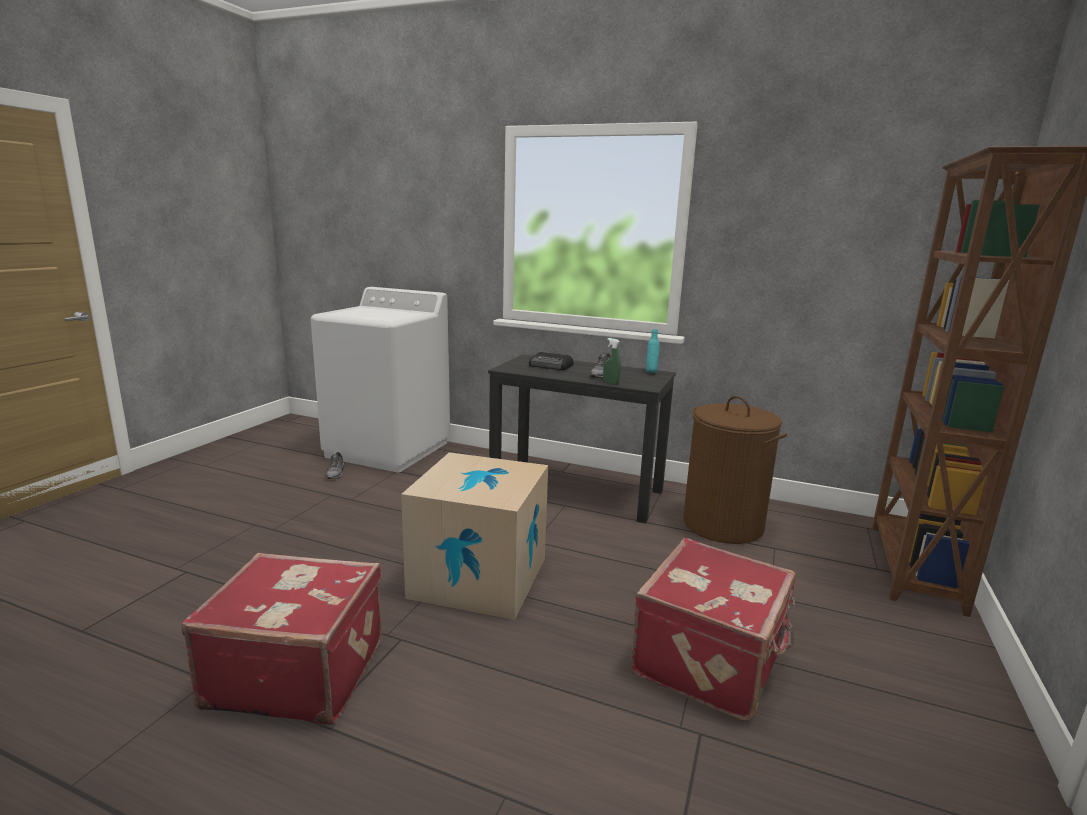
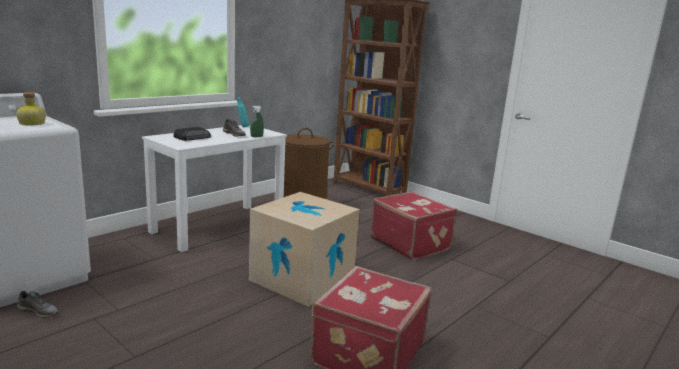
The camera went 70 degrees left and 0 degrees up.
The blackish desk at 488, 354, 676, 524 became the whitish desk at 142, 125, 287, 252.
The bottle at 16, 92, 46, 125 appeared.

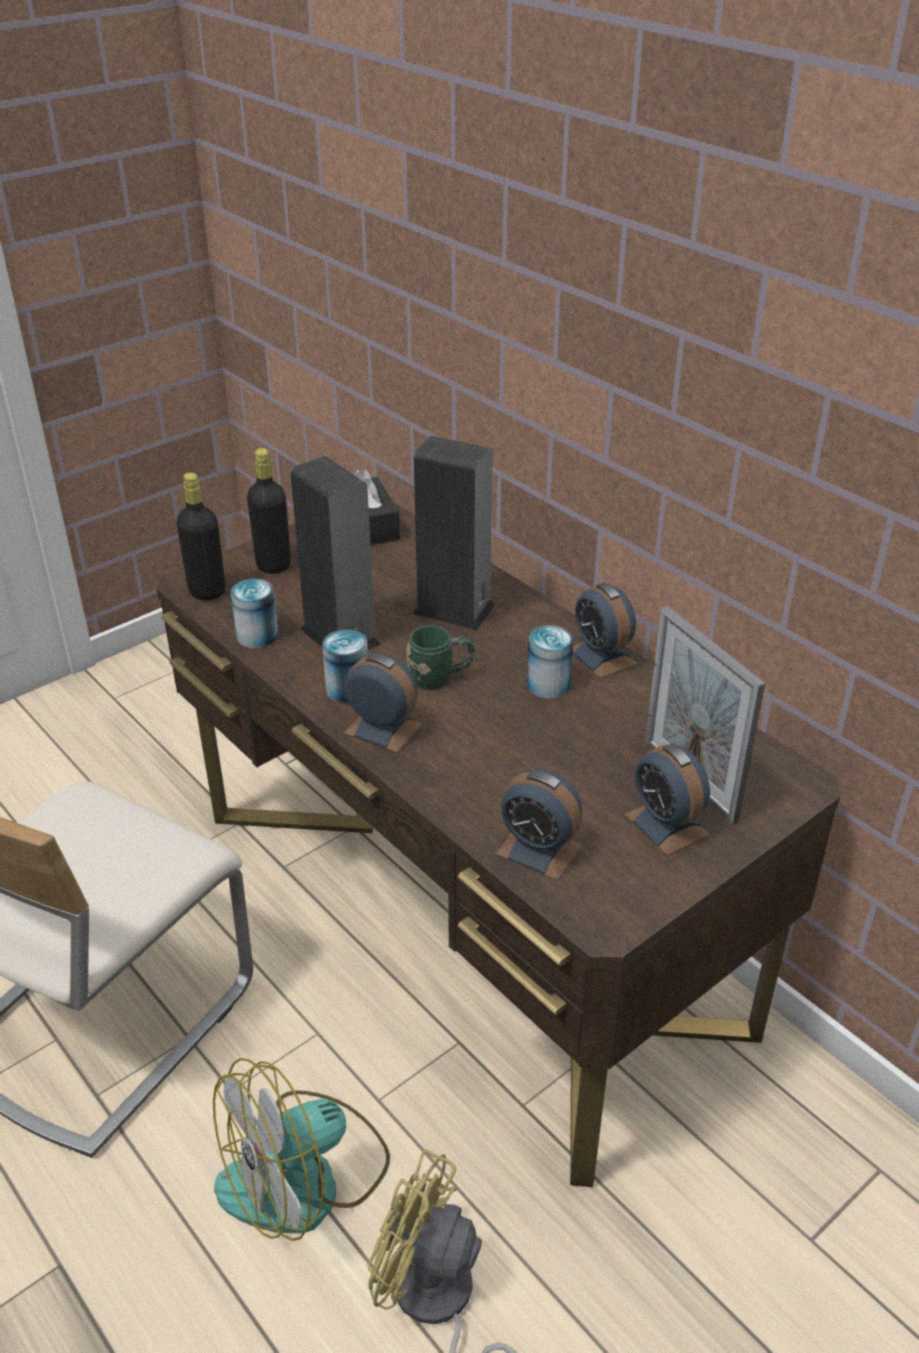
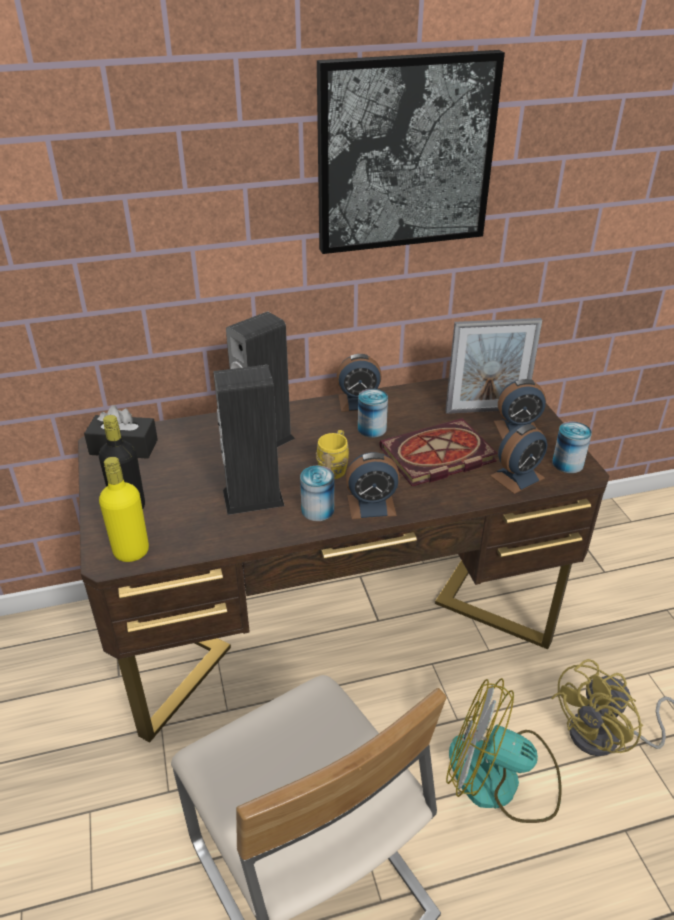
The camera went 65 degrees left and 0 degrees up.
The blackish bottle at 176, 473, 225, 601 became the yellow-coloured bottle at 99, 457, 149, 562.
The fan at 213, 1058, 390, 1241 turned 120 degrees clockwise.
The can moved from 231, 579, 278, 648 to 552, 422, 592, 473.
The table clock at 344, 653, 422, 753 turned 150 degrees counterclockwise.
The greenish mug at 406, 626, 474, 690 became the yellow-coloured mug at 316, 430, 349, 479.
The wall picture at 317, 50, 505, 254 appeared.
The volume at 380, 418, 498, 486 appeared.

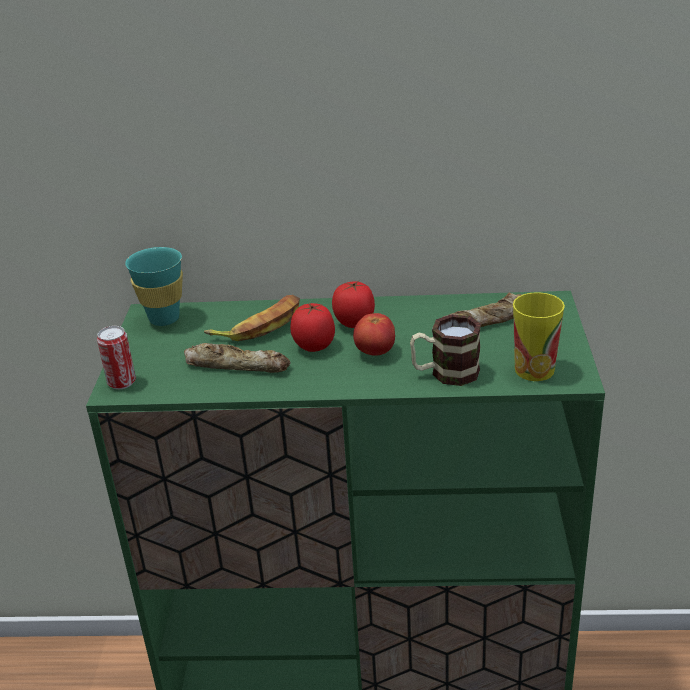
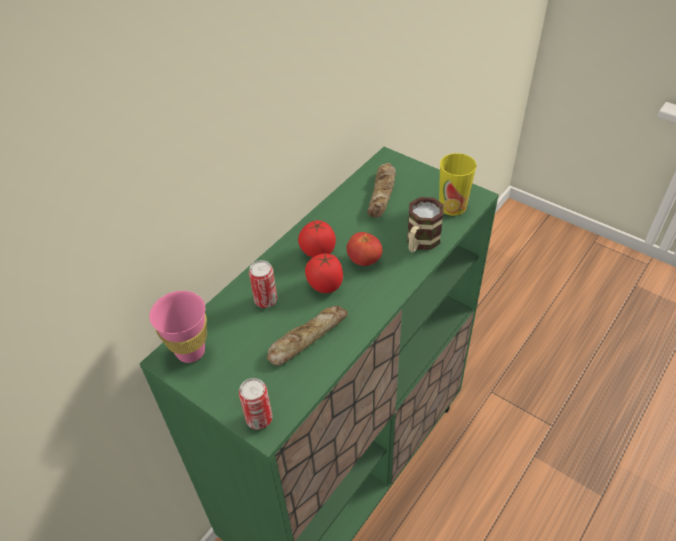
The camera went 55 degrees left and 15 degrees up.
The turquoise small cup at 125, 247, 183, 326 became the pink-coloured small cup at 149, 291, 207, 363.
The banana at 204, 295, 300, 341 was replaced by the can at 249, 260, 277, 308.

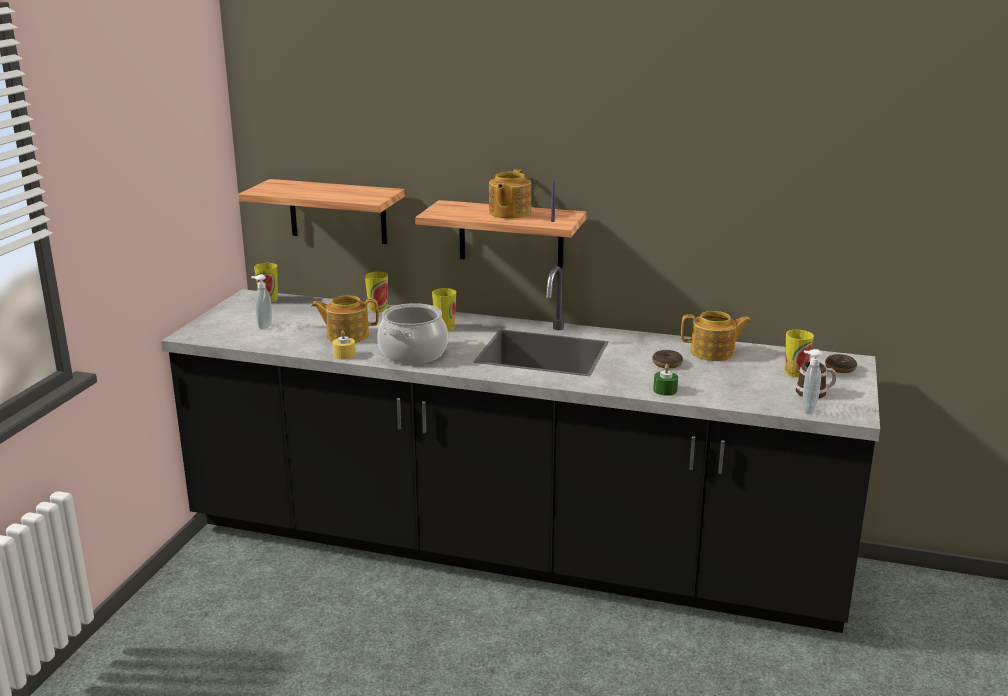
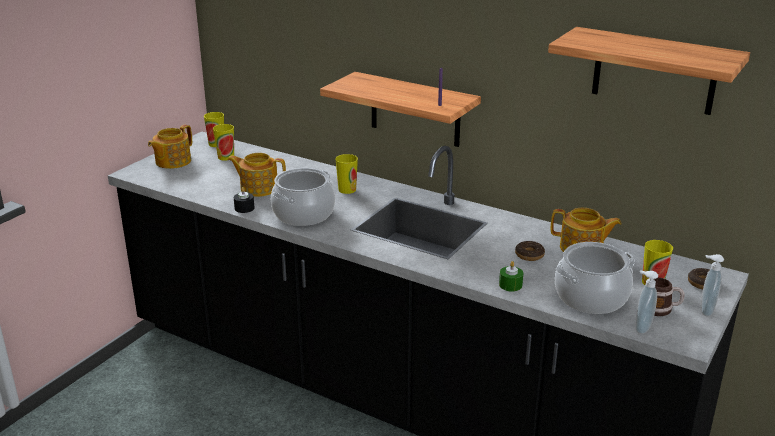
The camera went 15 degrees right and 5 degrees up.
The bracket shelf moved from 238, 179, 405, 244 to 548, 27, 750, 115.
The soap bottle moved from 251, 274, 272, 330 to 701, 254, 724, 316.
The yellow-coloured wax candle at 333, 331, 356, 359 became the blackish wax candle at 234, 187, 255, 213.
The small cup moved from 365, 272, 388, 312 to 213, 124, 234, 160.
The tea pot moved from 489, 169, 531, 219 to 148, 125, 192, 169.
The cooking pot at 555, 242, 635, 314 appeared.

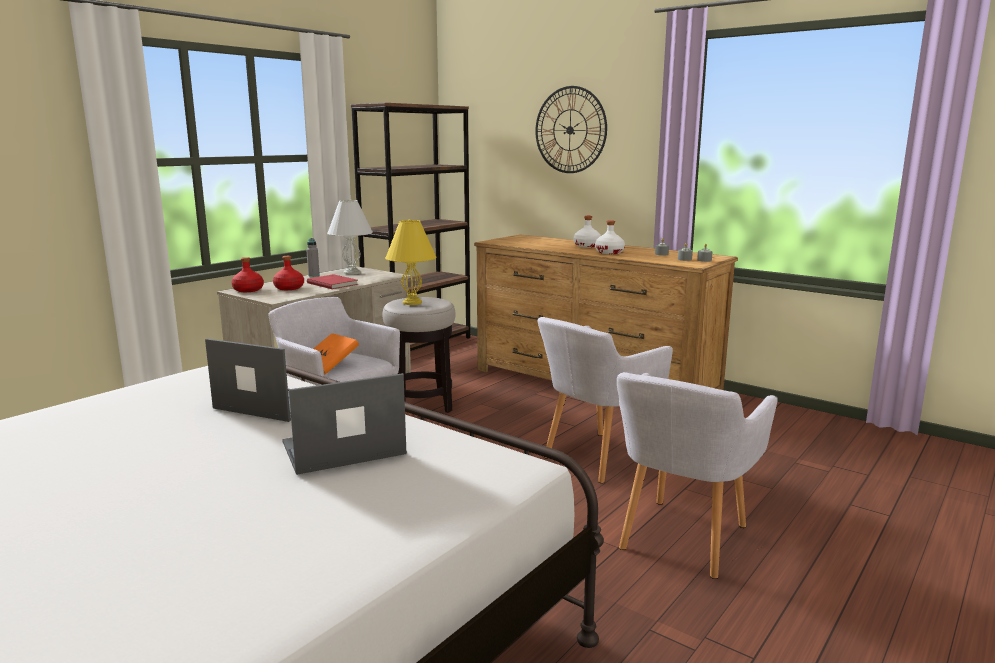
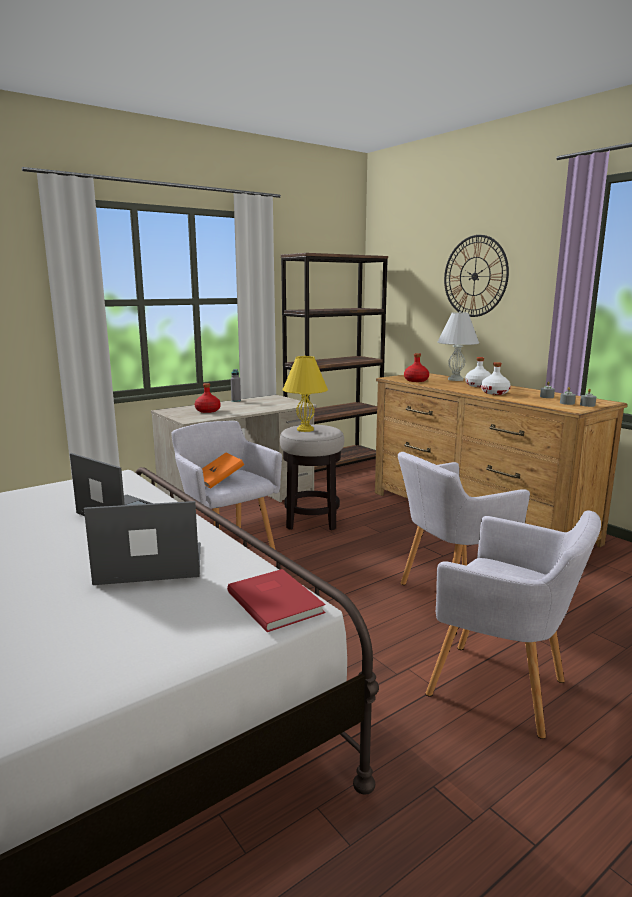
The camera went 15 degrees right and 0 degrees up.
The red bottle moved from 231, 257, 264, 292 to 404, 353, 429, 382.
The red volume moved from 307, 274, 358, 289 to 227, 569, 325, 632.
The whitish tabletop lamp moved from 327, 199, 373, 275 to 437, 311, 479, 381.
The greyish armchair at 617, 372, 778, 579 turned 105 degrees counterclockwise.

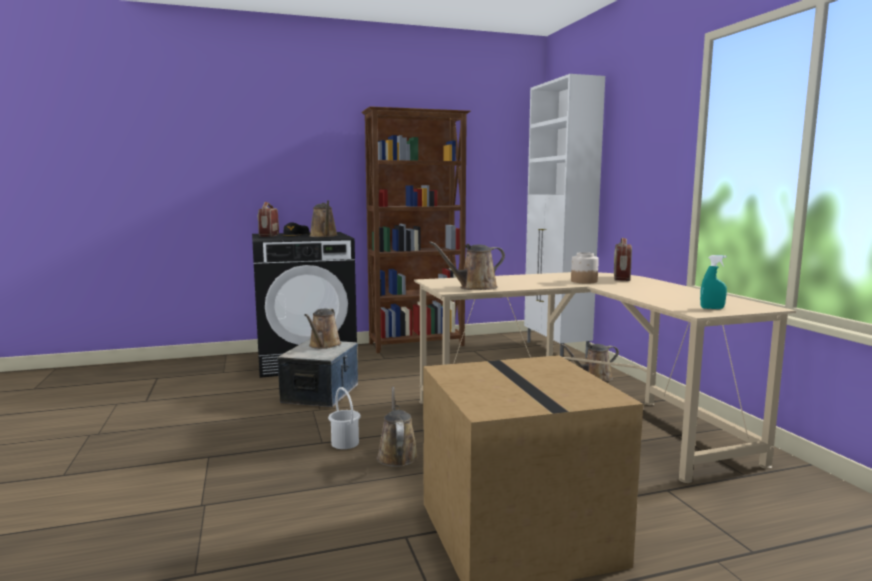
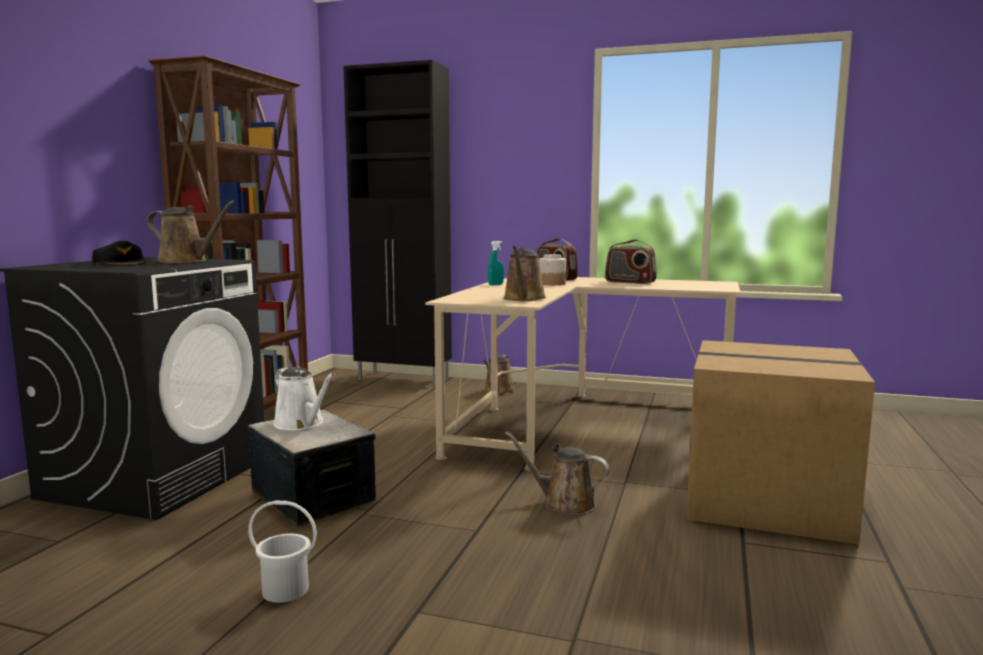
The camera went 55 degrees left and 0 degrees up.
The radio receiver moved from 258, 202, 279, 237 to 605, 239, 657, 284.
The brownish watering pot at 304, 308, 341, 349 became the whitish watering pot at 273, 367, 335, 430.
The whitish pail moved from 328, 387, 361, 449 to 248, 501, 317, 603.
The whitish storage cabinet at 524, 74, 605, 358 became the blackish storage cabinet at 343, 60, 452, 387.
The turquoise sprayer moved from 700, 255, 727, 309 to 488, 241, 504, 285.

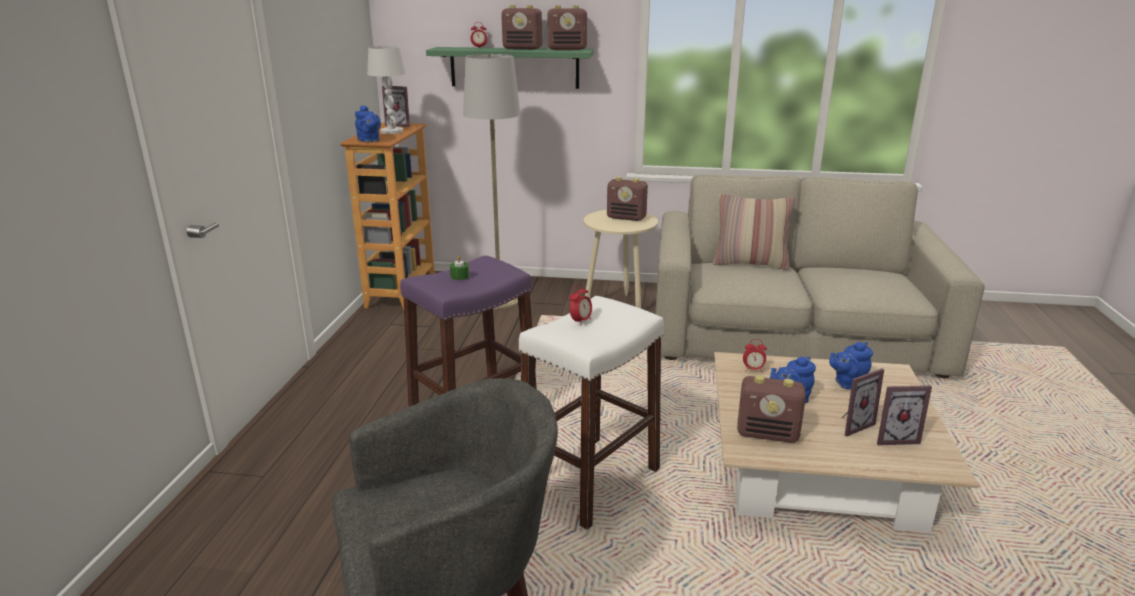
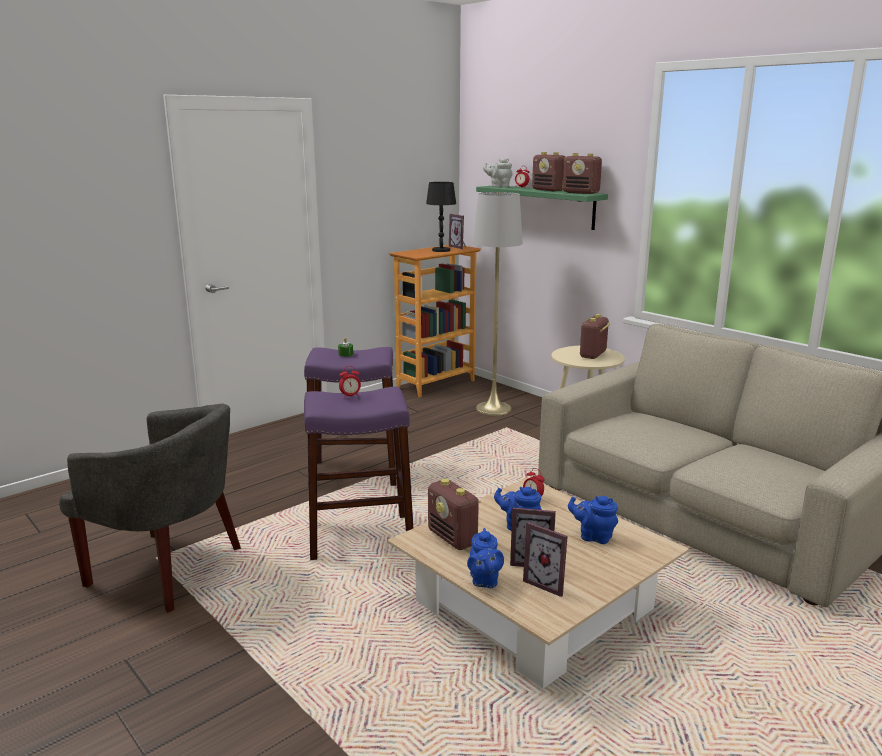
The camera went 40 degrees right and 5 degrees down.
The blue-coloured tea pot moved from 355, 105, 381, 142 to 467, 528, 504, 588.
The whitish tabletop lamp at 367, 46, 405, 134 became the blackish tabletop lamp at 426, 182, 456, 252.
The whitish stool at 519, 296, 664, 530 became the purple-coloured stool at 304, 387, 413, 560.
The radio receiver at 607, 177, 648, 221 turned 60 degrees clockwise.
The pillow at 713, 194, 795, 270 disappeared.
The greyish tea pot at 483, 158, 513, 187 appeared.

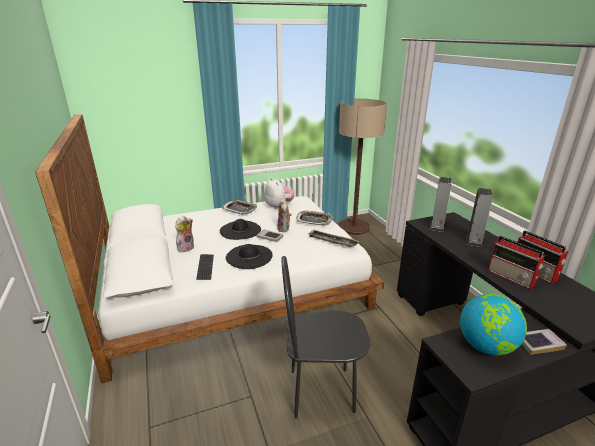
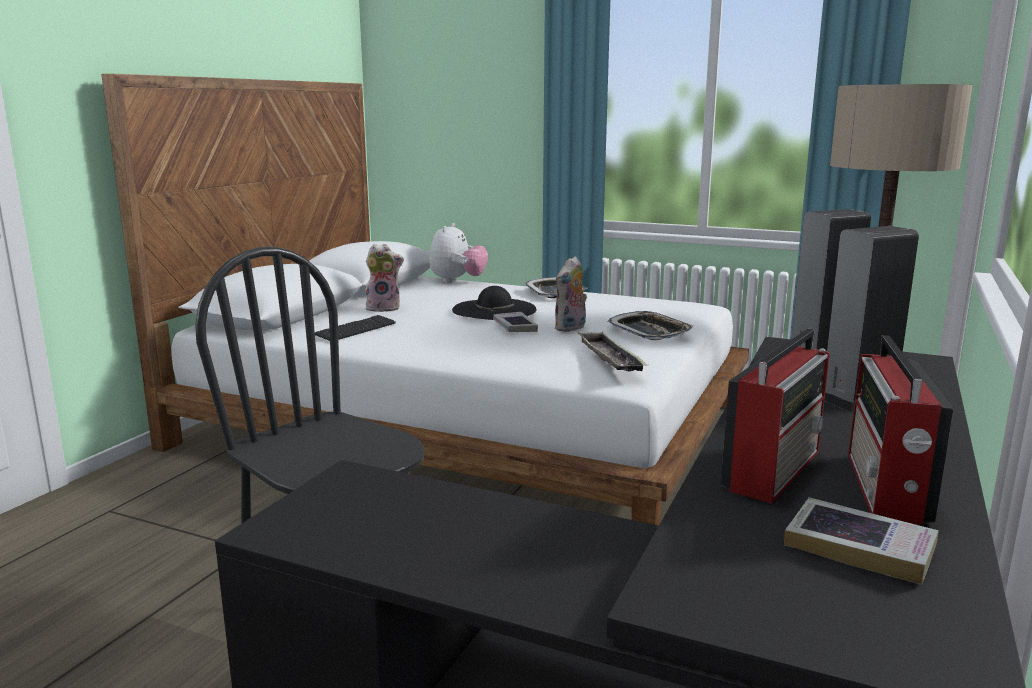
The camera went 45 degrees right and 10 degrees down.
The blackish clothing hat at 226, 244, 273, 269 disappeared.
The soft toy moved from 264, 178, 294, 209 to 429, 223, 488, 283.
The globe at 460, 294, 527, 356 disappeared.
The radio receiver at 488, 236, 545, 289 turned 150 degrees counterclockwise.
The volume moved from 522, 329, 567, 355 to 784, 497, 939, 585.

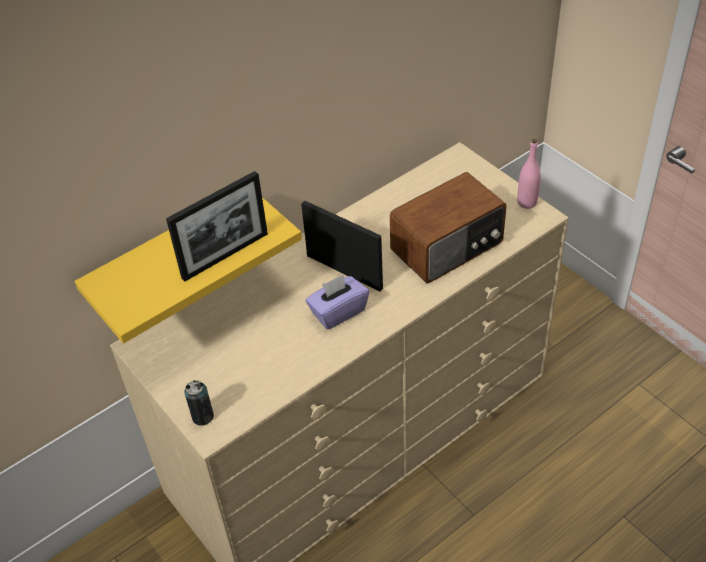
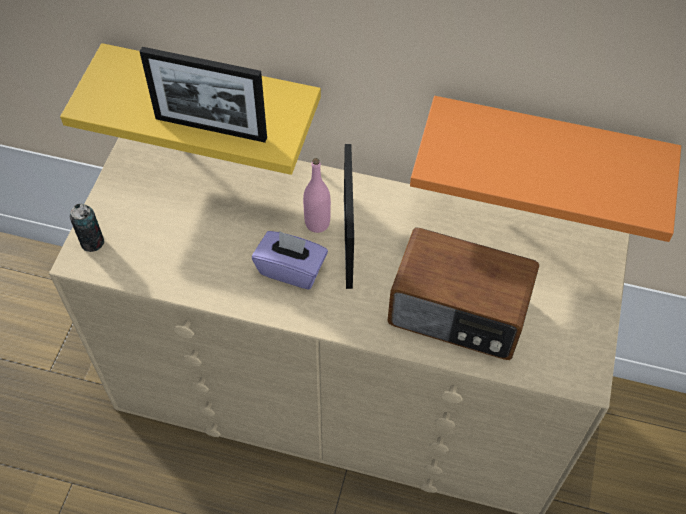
The camera went 50 degrees right and 10 degrees up.
The pink-coloured bottle moved from 517, 139, 541, 209 to 303, 158, 331, 233.
The orange bracket shelf at 410, 96, 681, 242 appeared.

